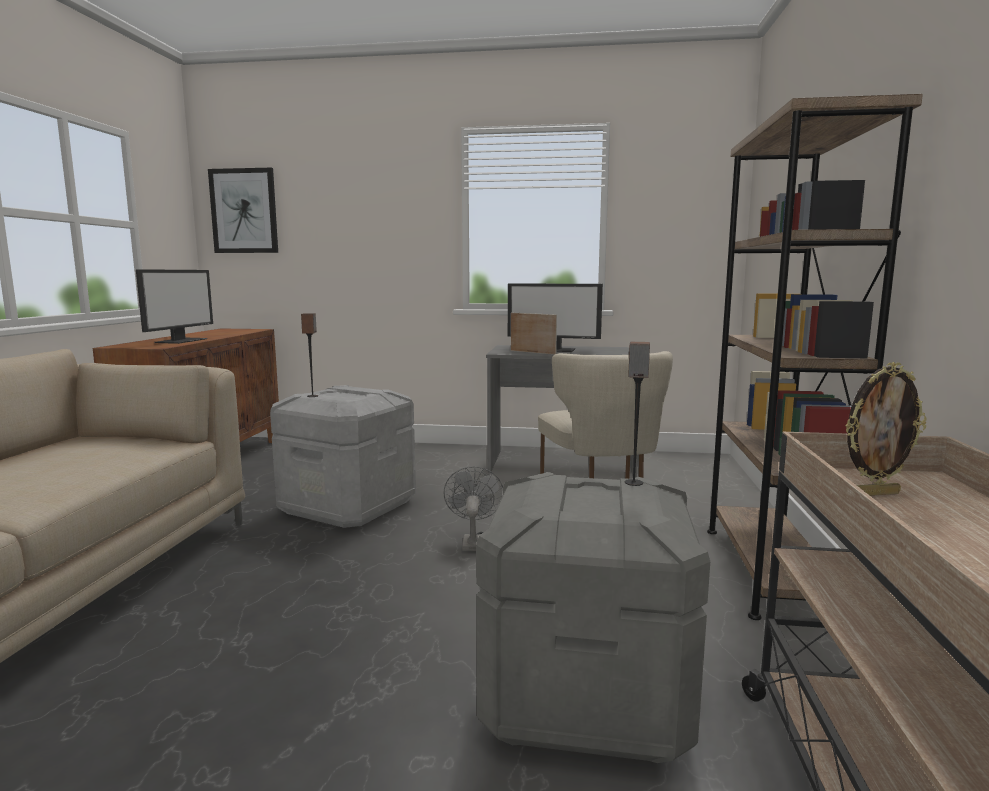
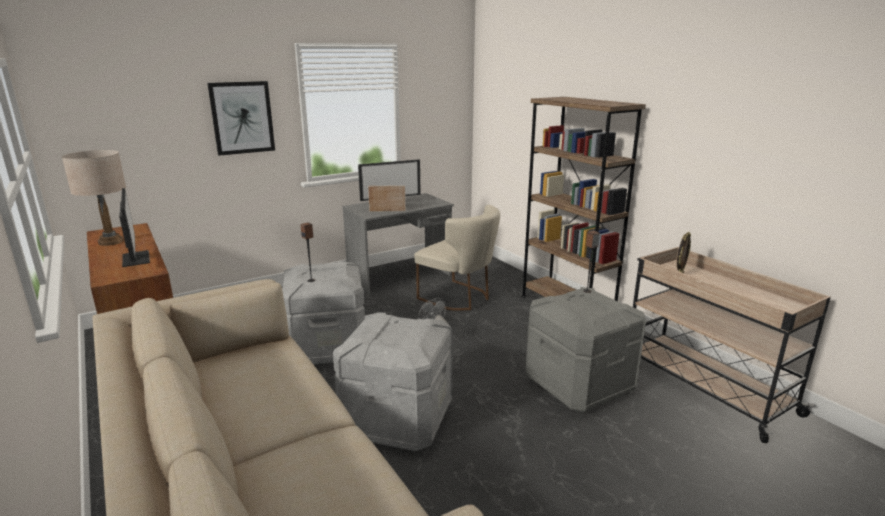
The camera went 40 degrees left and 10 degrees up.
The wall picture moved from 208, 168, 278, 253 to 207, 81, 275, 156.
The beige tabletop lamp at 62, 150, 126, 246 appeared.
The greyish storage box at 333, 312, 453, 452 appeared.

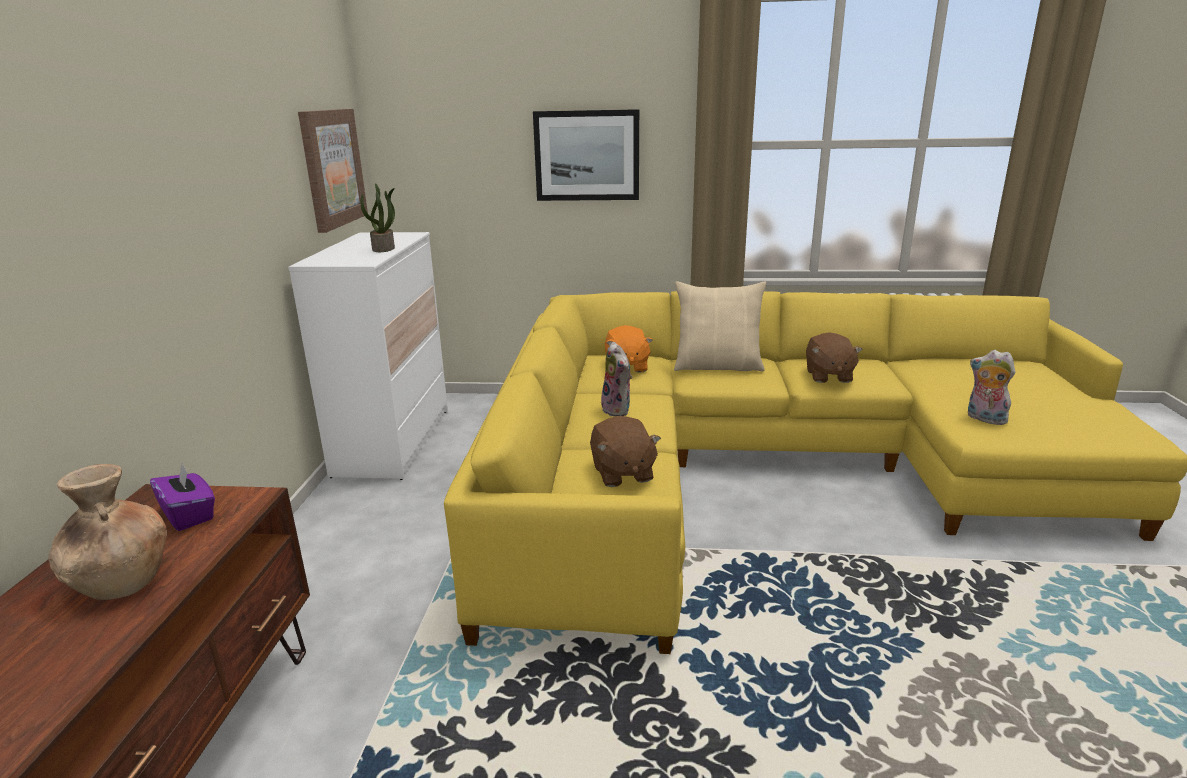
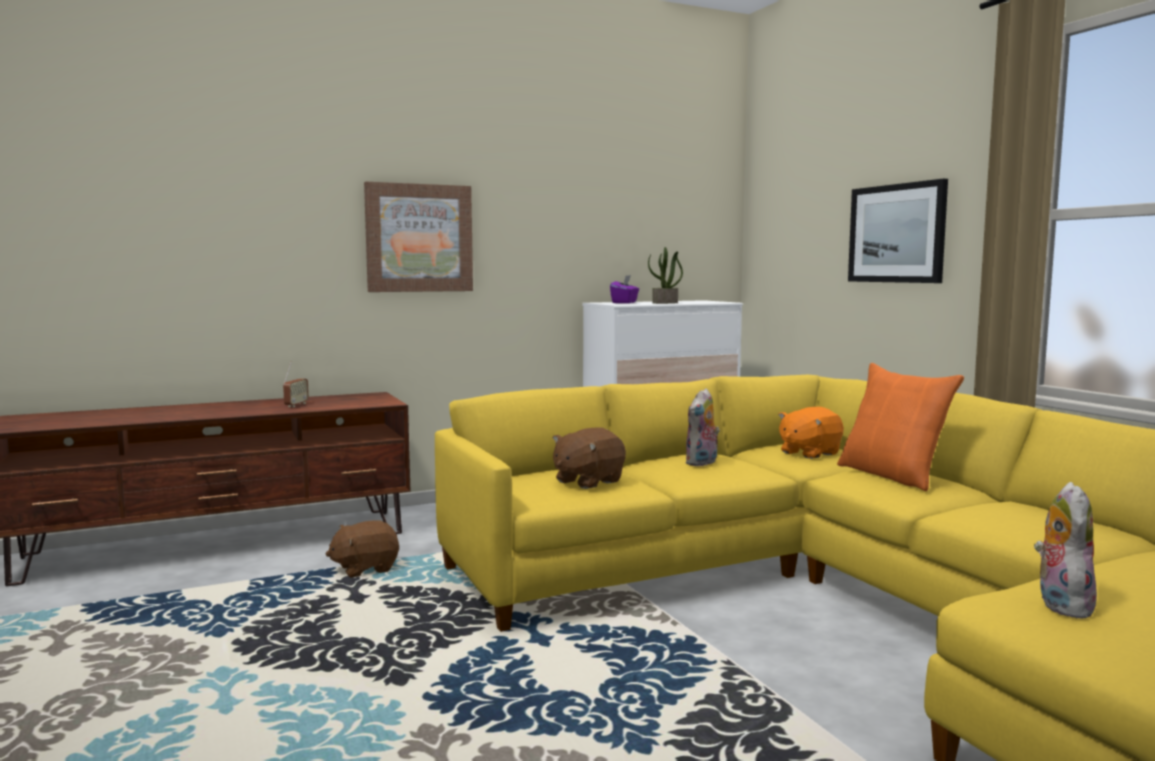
The camera went 60 degrees right and 15 degrees down.
The brownish decorative vase at 48, 464, 167, 600 was replaced by the radio receiver at 283, 362, 309, 407.
The purple-coloured box of tissues moved from 150, 463, 215, 531 to 610, 275, 639, 303.
The wall picture moved from 298, 109, 368, 233 to 364, 182, 473, 292.
The beige pillow at 674, 281, 766, 371 became the orange pillow at 837, 363, 964, 491.
The brownish soft toy moved from 806, 332, 863, 383 to 326, 520, 399, 578.

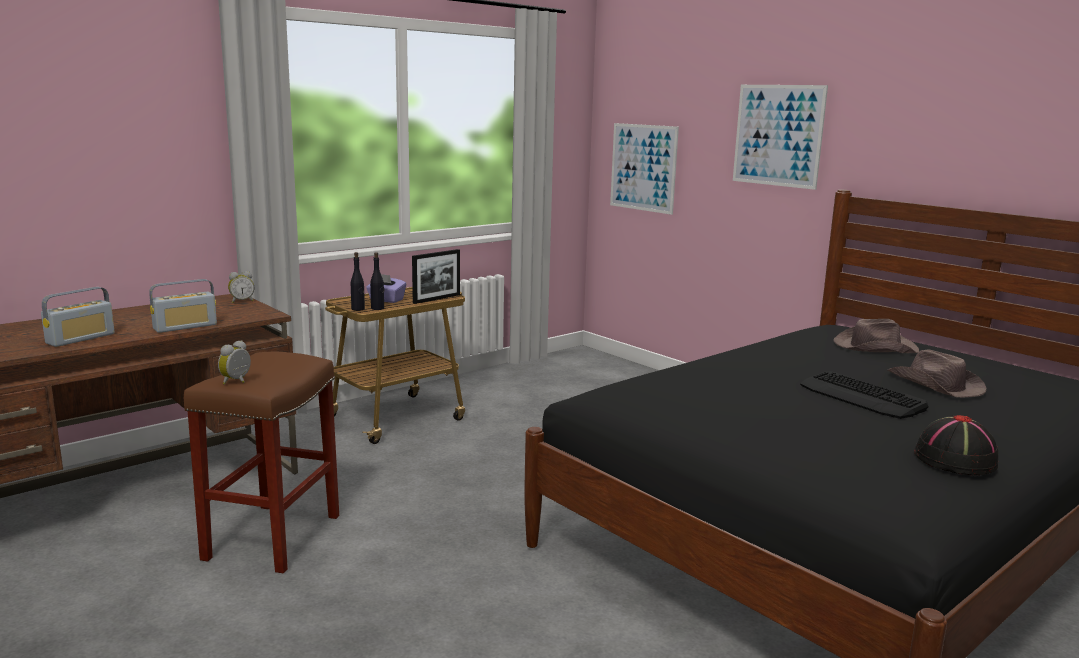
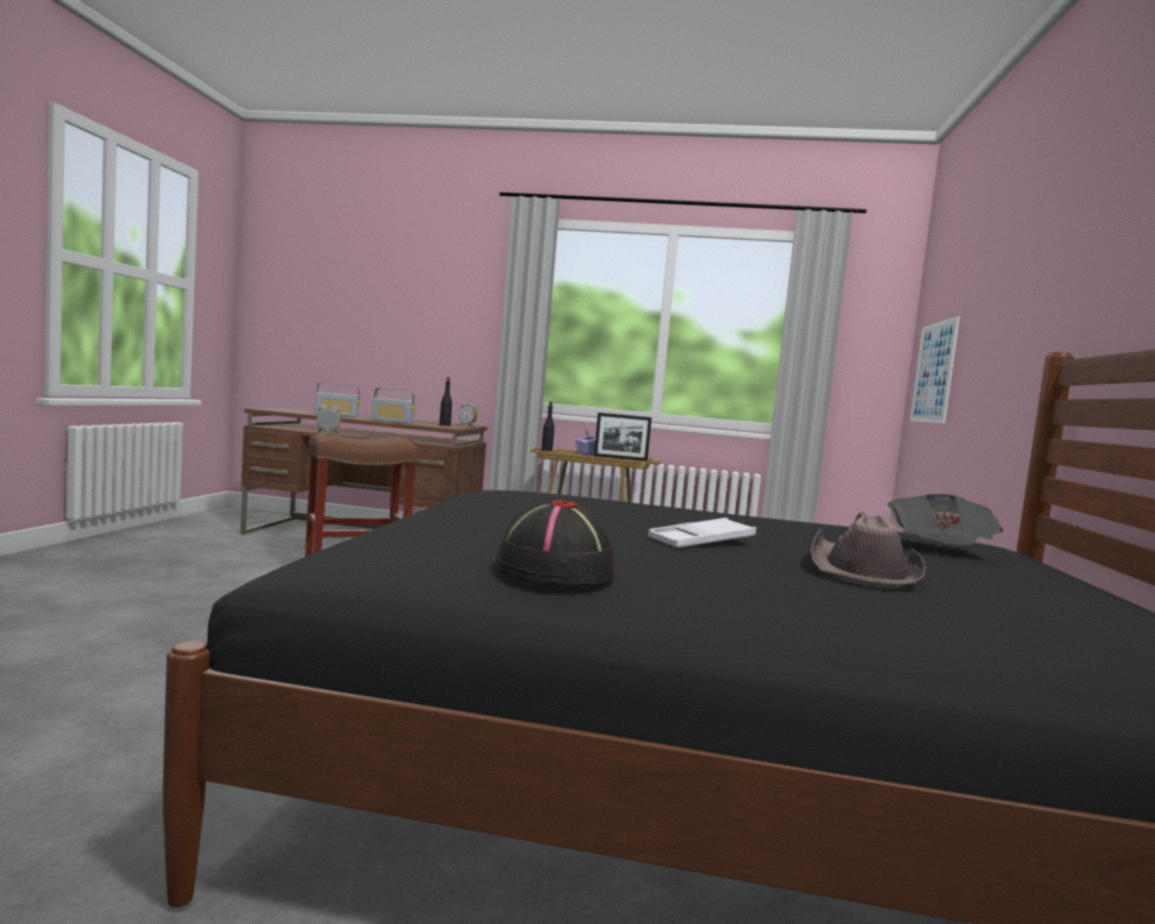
The camera went 50 degrees right and 10 degrees down.
The blackish bottle moved from 370, 252, 384, 310 to 439, 377, 452, 426.
The wall picture at 733, 85, 828, 190 disappeared.
The PC keyboard at 800, 371, 928, 419 was replaced by the whitish tray at 648, 518, 756, 548.
The brownish clothing hat at 834, 319, 919, 353 was replaced by the printed paper at 887, 494, 1003, 545.

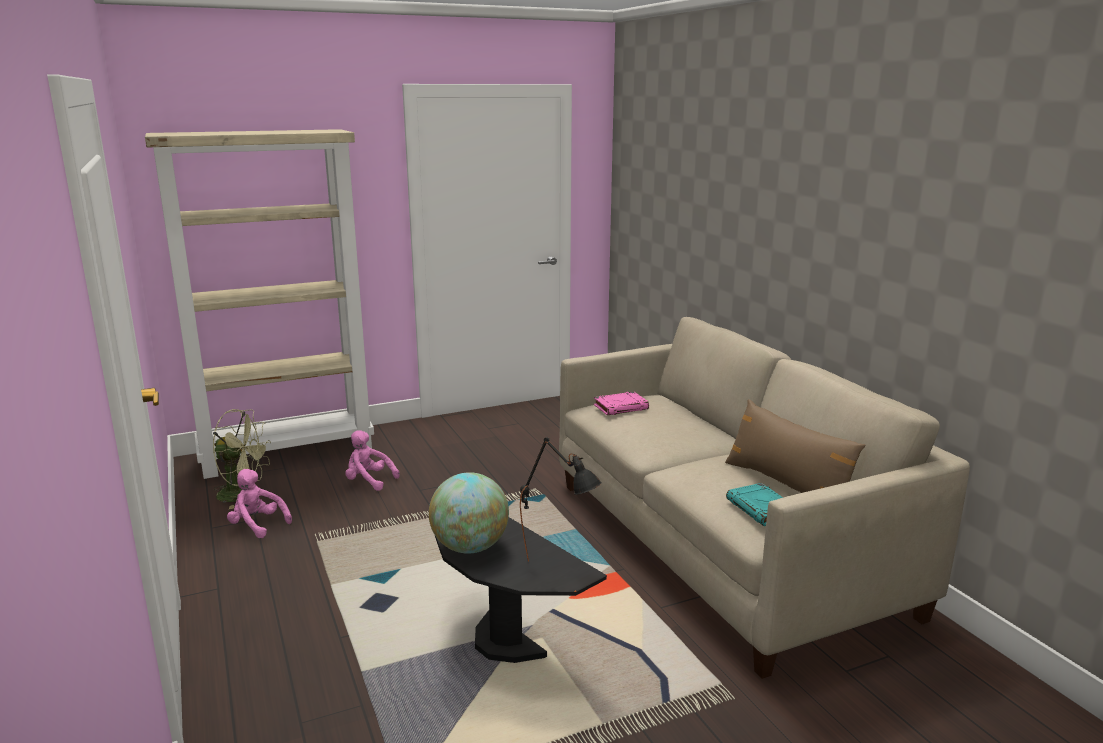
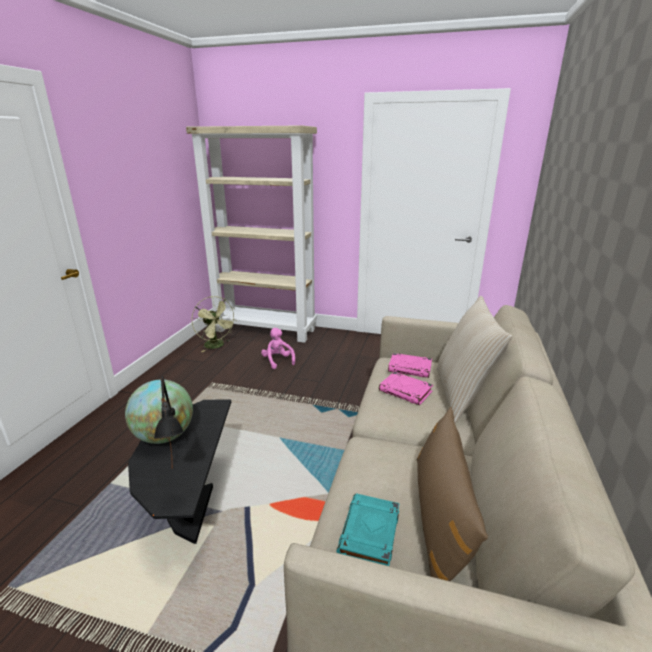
The camera went 40 degrees right and 5 degrees up.
The pink-coloured soft toy at 227, 469, 292, 538 disappeared.
The pink-coloured volume at 379, 372, 433, 405 appeared.
The beige pillow at 437, 296, 512, 423 appeared.

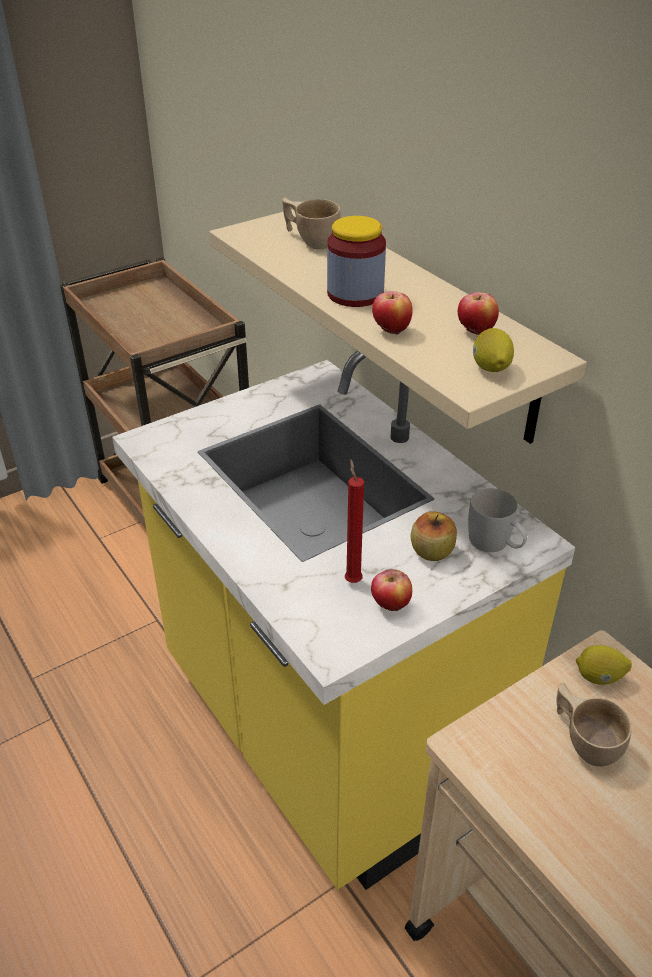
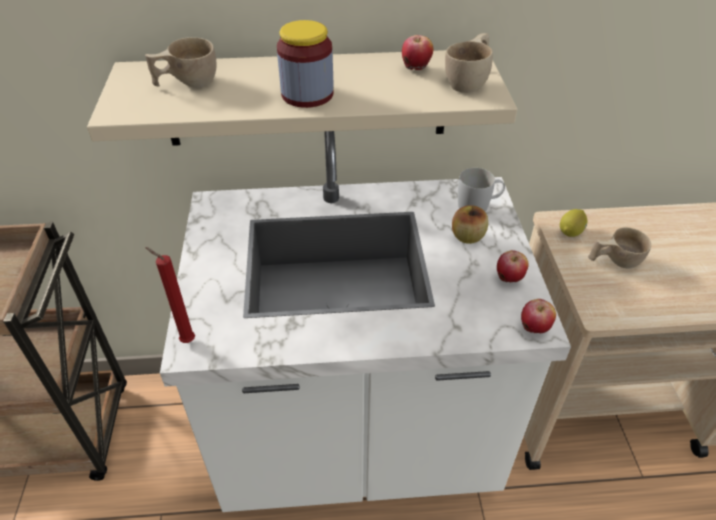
The camera went 60 degrees left and 5 degrees up.
The yellow-coloured kitchen counter at 112, 351, 576, 890 became the whitish kitchen counter at 160, 131, 571, 512.
The red wax candle moved from 345, 460, 364, 583 to 145, 247, 195, 343.
The whole apple moved from 372, 291, 412, 335 to 521, 299, 556, 334.
The citrus fruit at 473, 328, 514, 372 was replaced by the beige small cup at 445, 33, 493, 93.

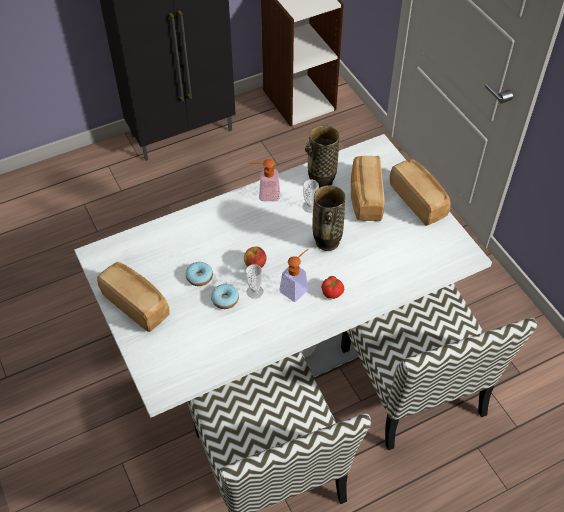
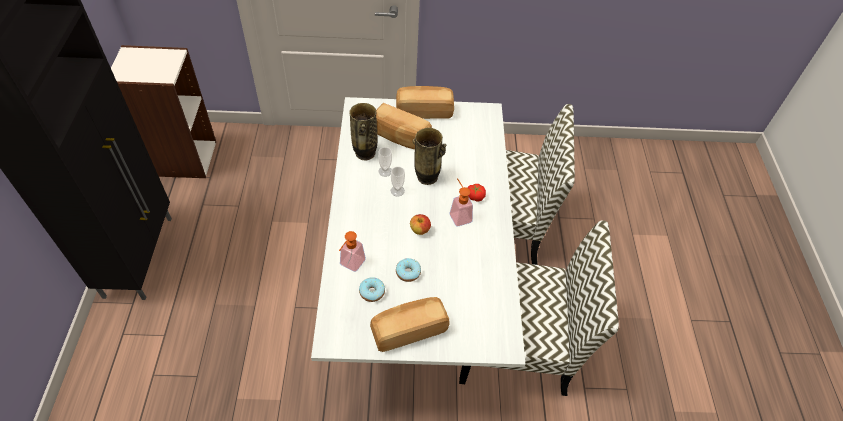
The camera went 65 degrees left and 0 degrees up.
The donut moved from 211, 284, 239, 309 to 359, 277, 385, 302.
The small cup moved from 246, 264, 263, 299 to 391, 167, 405, 197.
The soap bottle moved from 249, 159, 280, 201 to 339, 231, 366, 272.

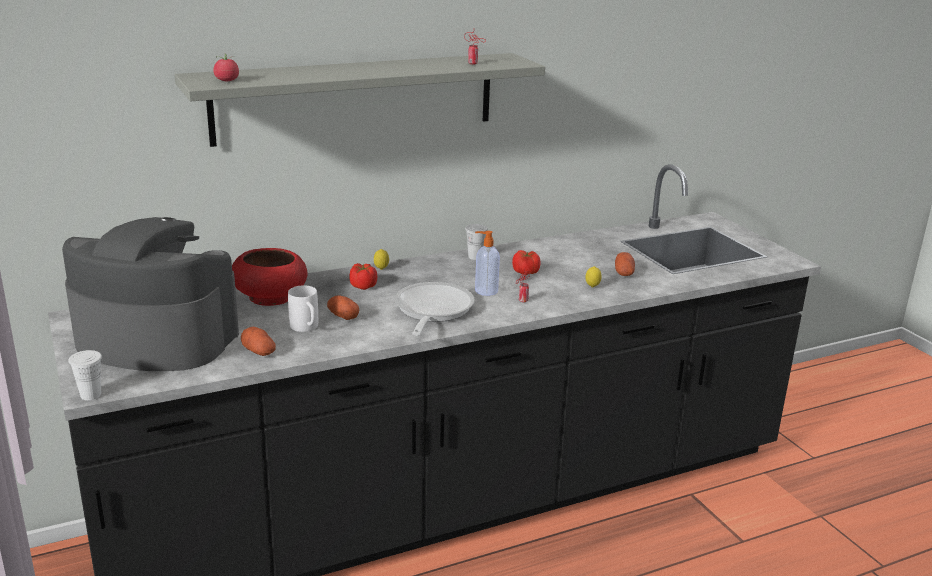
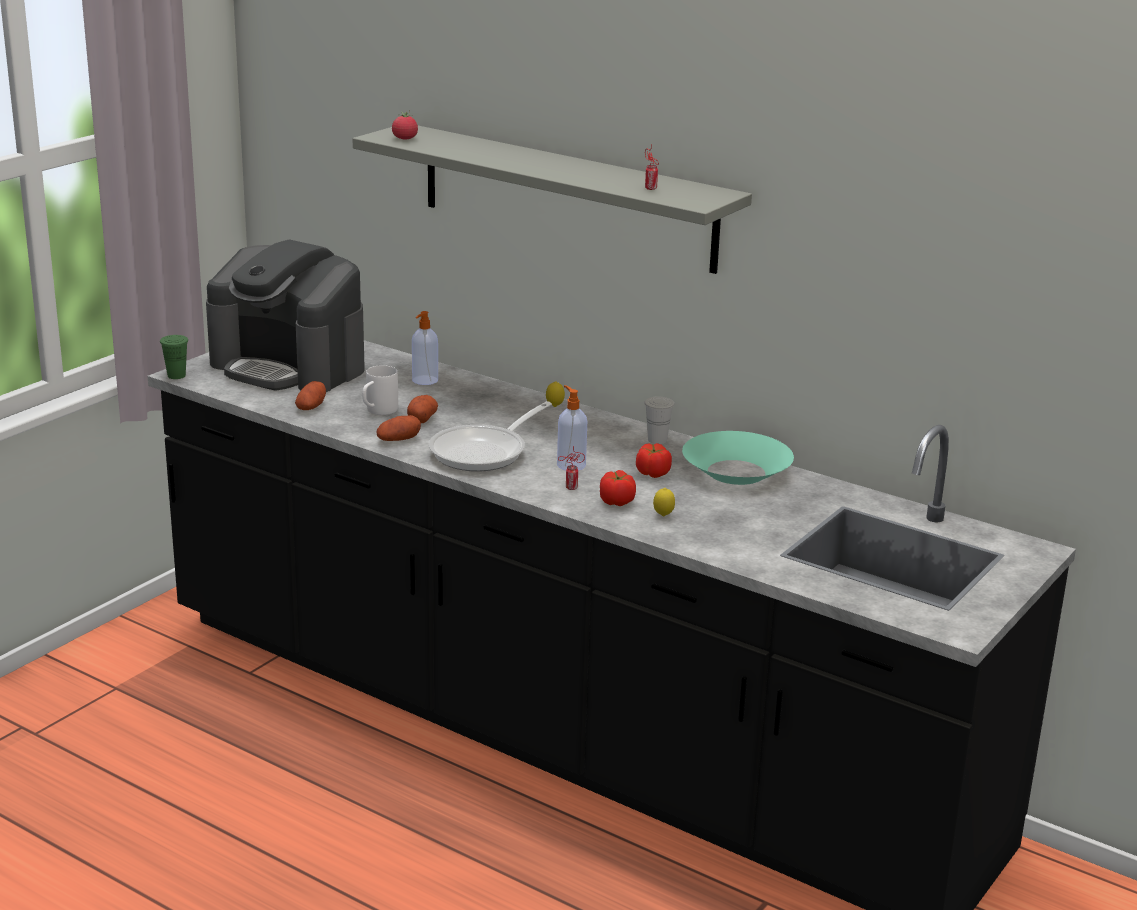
The camera went 60 degrees right and 0 degrees up.
The coffee machine at 62, 217, 239, 371 turned 135 degrees clockwise.
The whitish small cup at 68, 350, 102, 400 became the greenish small cup at 160, 335, 188, 379.
The red deep dish at 232, 248, 307, 306 was replaced by the soap bottle at 412, 311, 438, 385.
The fresh tomato moved from 349, 263, 377, 290 to 600, 470, 636, 506.
The pan at 395, 282, 475, 336 turned 150 degrees clockwise.
The potato moved from 615, 252, 635, 276 to 376, 415, 421, 441.
The turquoise deep dish at 682, 431, 794, 485 appeared.

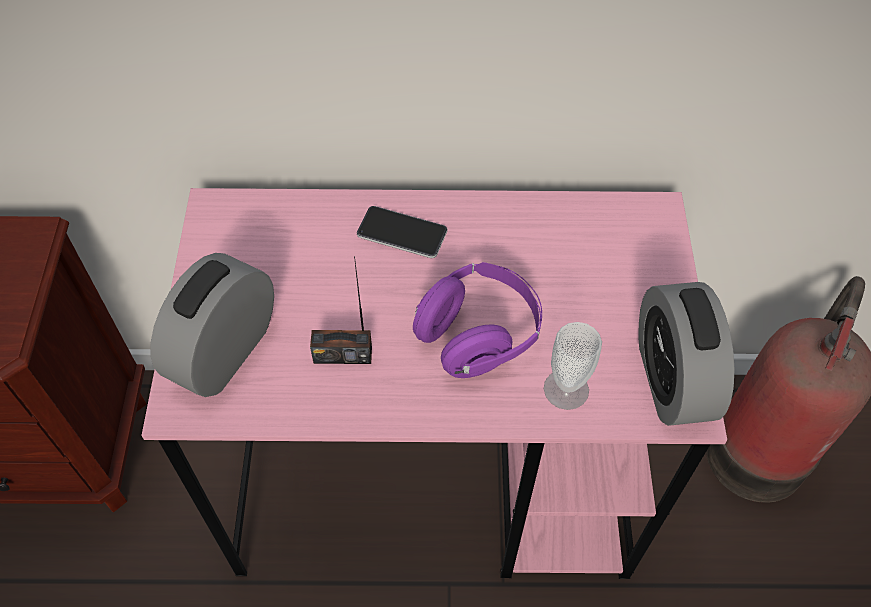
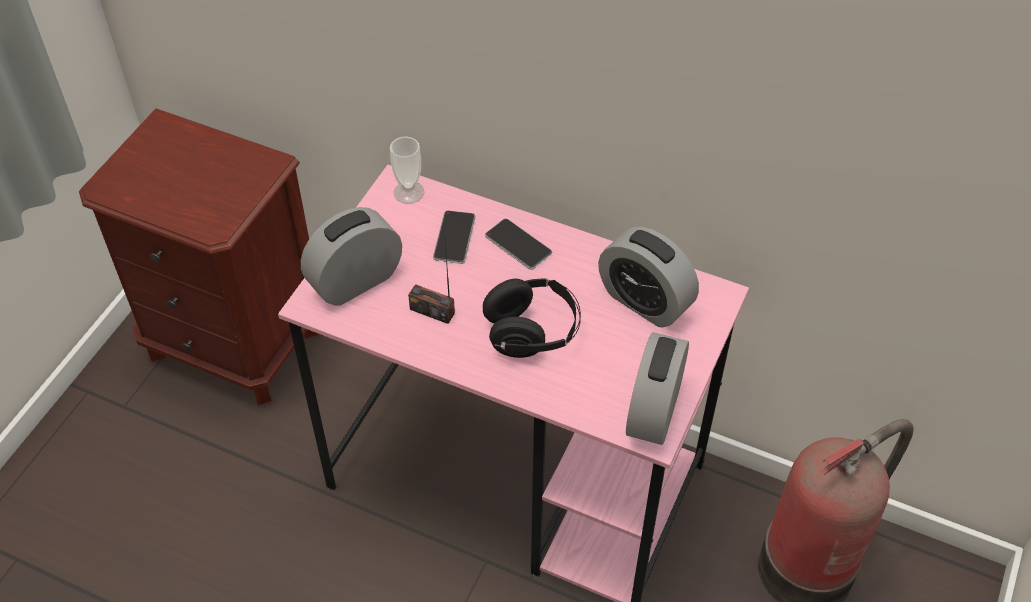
The camera went 25 degrees right and 5 degrees down.
The purple-coloured headset at 413, 262, 542, 378 became the blackish headset at 483, 278, 581, 358.
The small cup moved from 544, 322, 602, 410 to 390, 136, 424, 204.
The handset at 433, 211, 476, 264 appeared.
The table clock at 598, 227, 699, 327 appeared.

